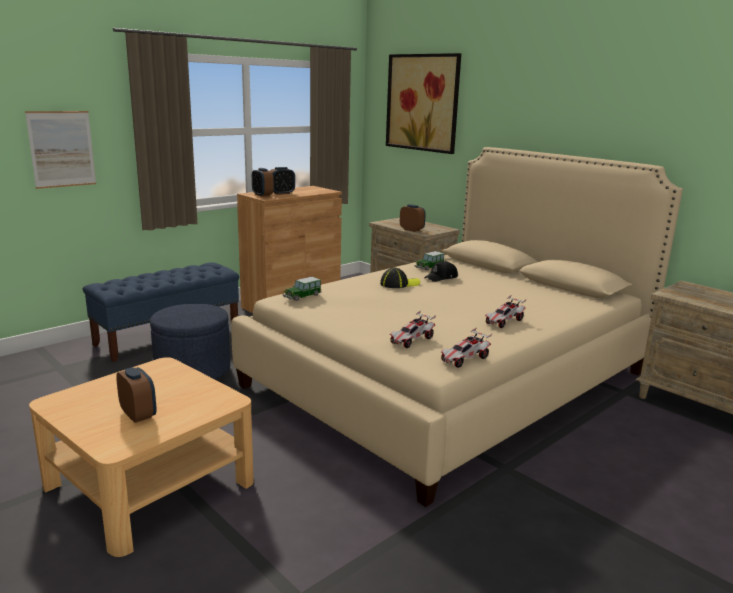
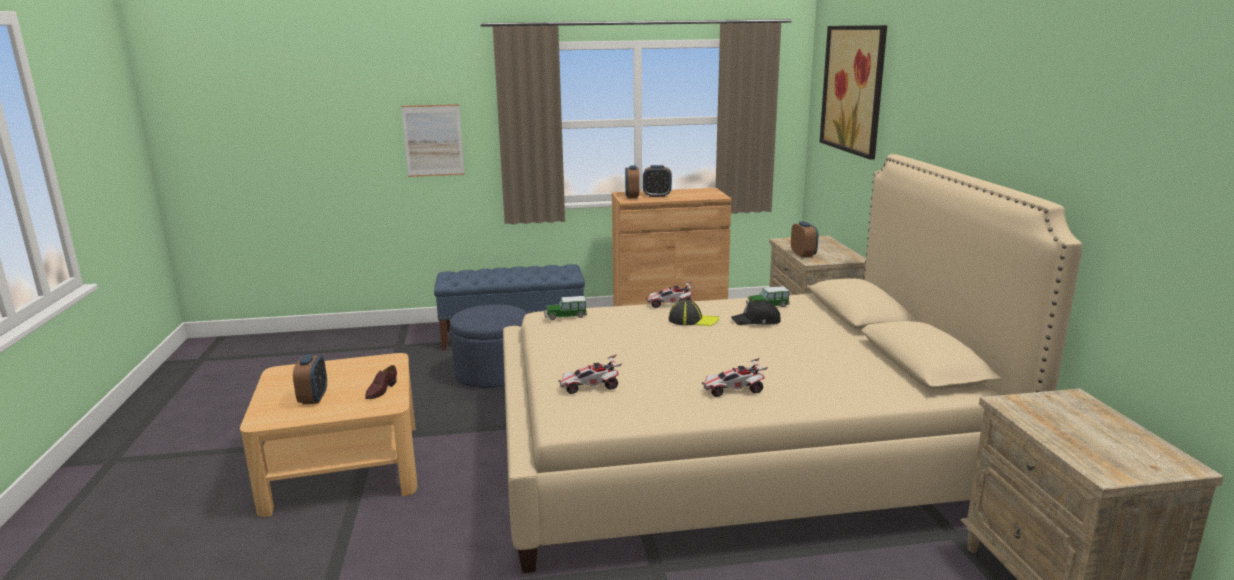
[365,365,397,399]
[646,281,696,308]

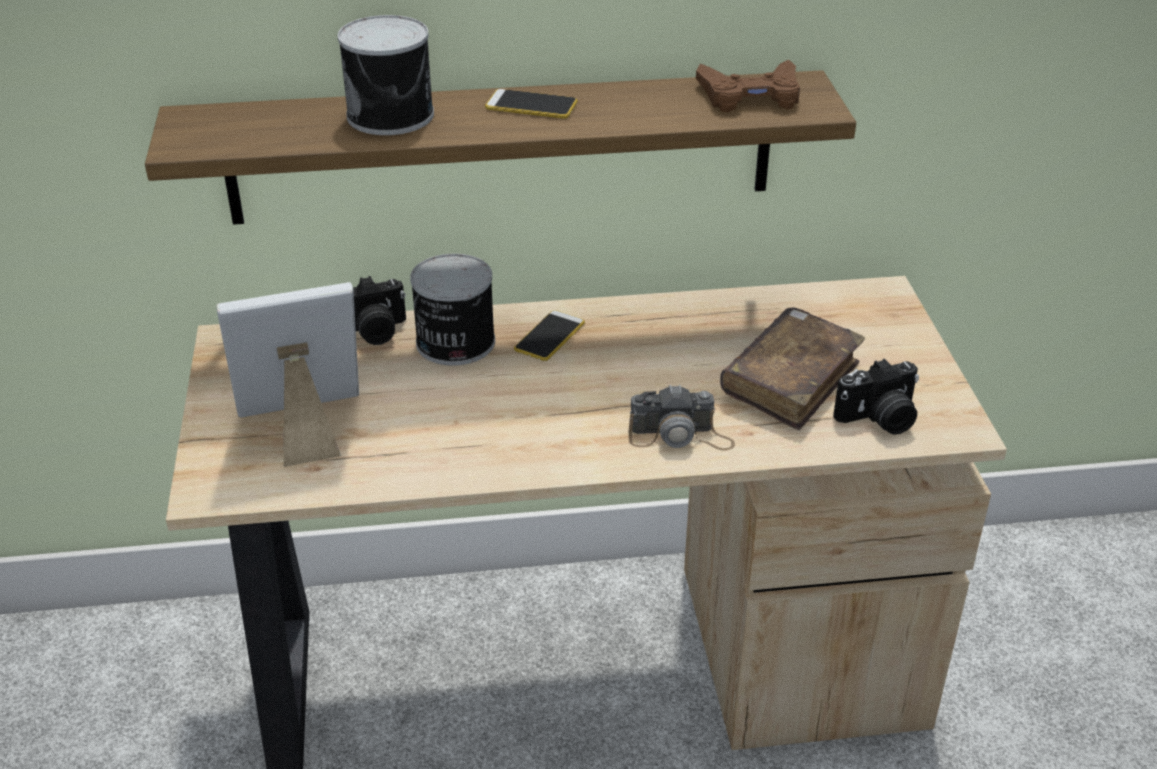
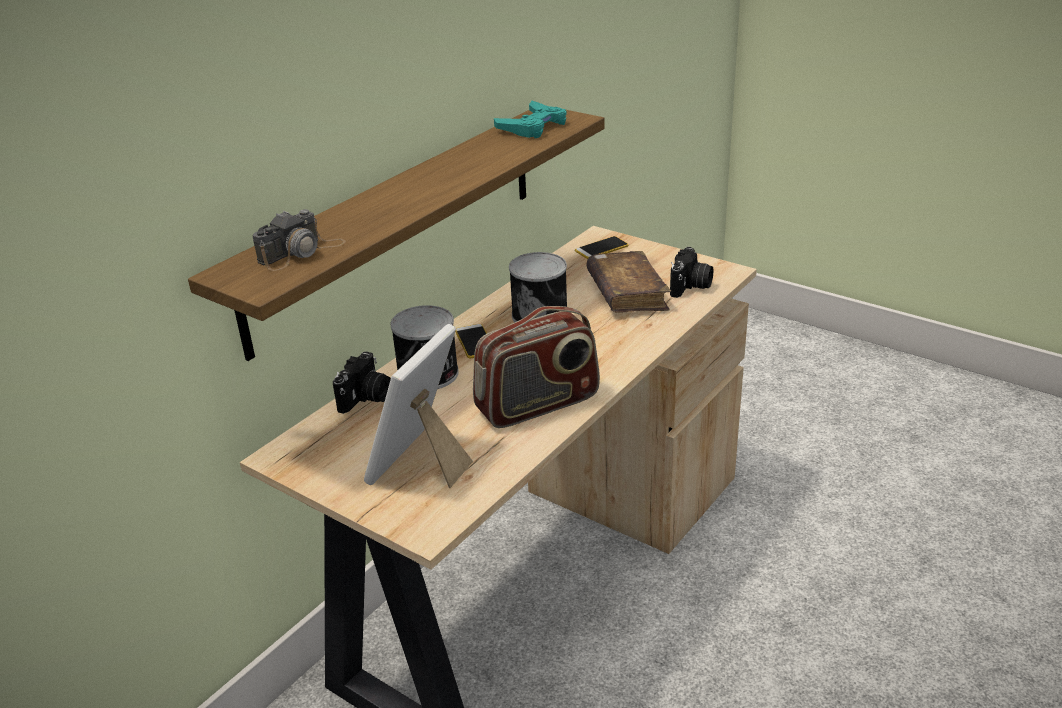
[473,306,600,428]
[509,252,567,323]
[575,236,628,259]
[252,209,346,271]
[494,101,567,138]

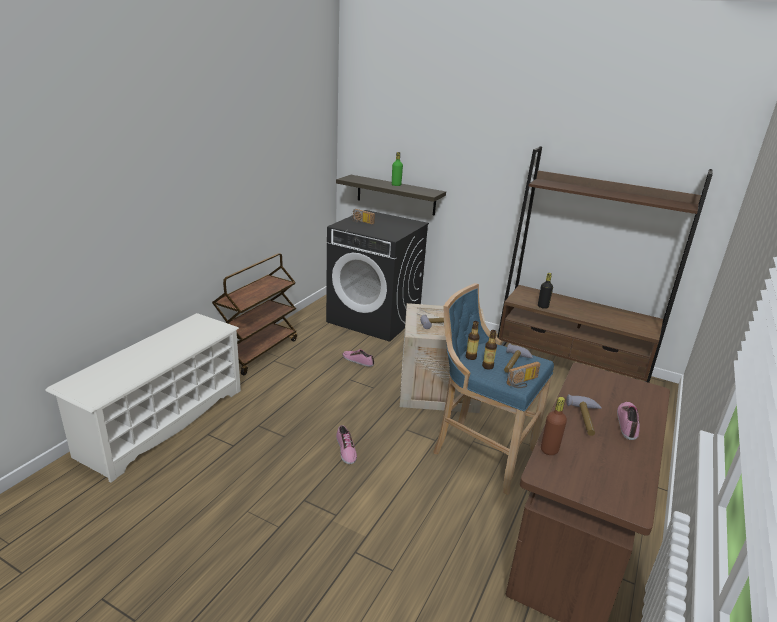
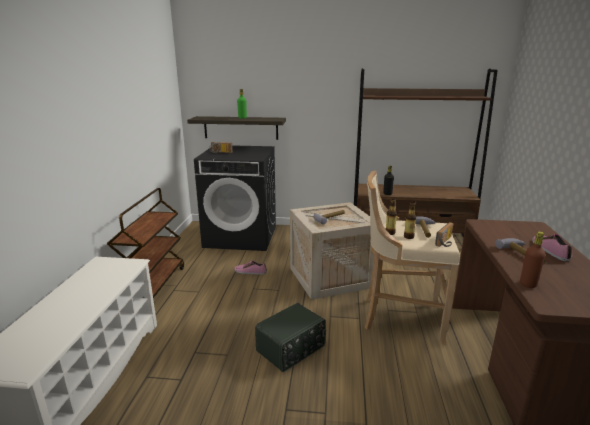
[255,303,326,372]
[365,171,460,345]

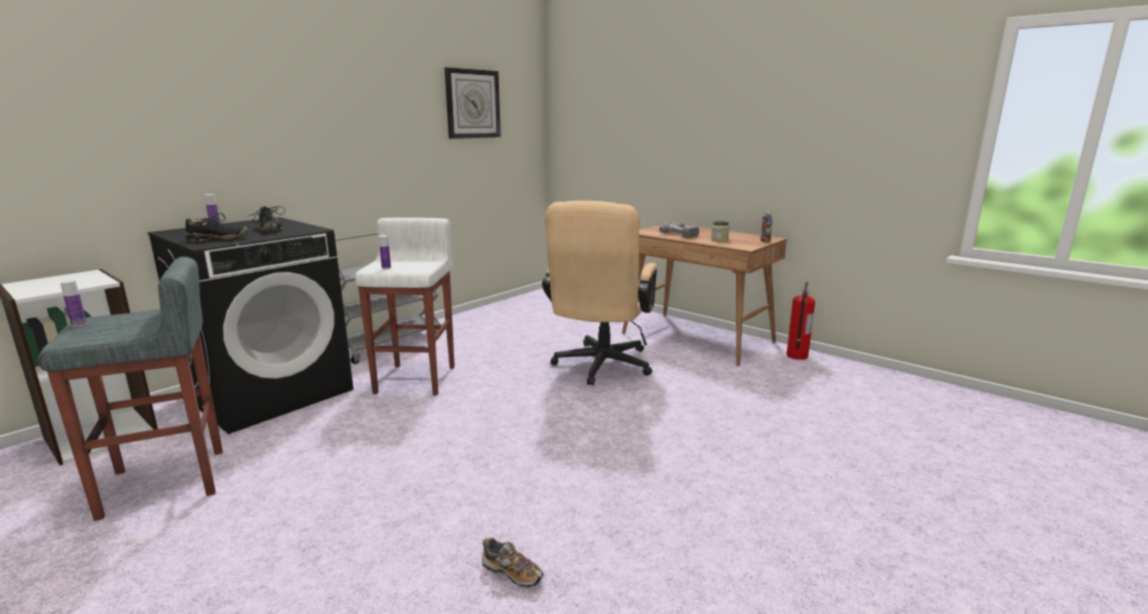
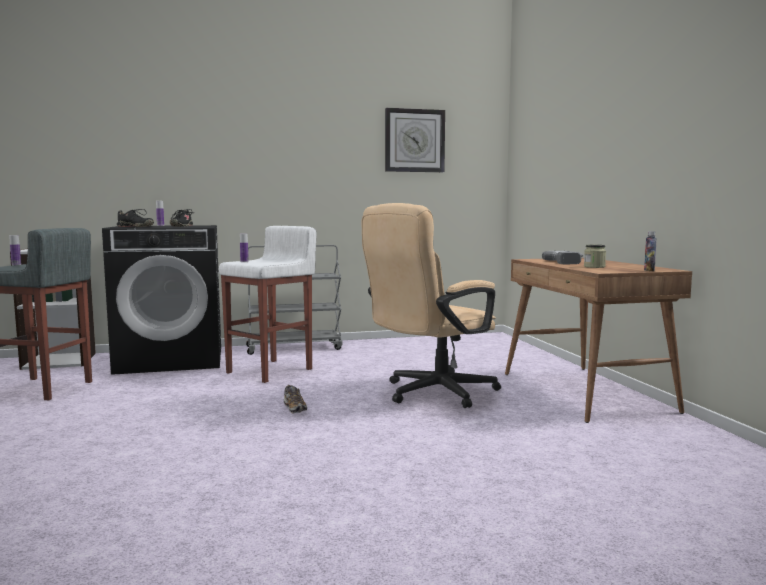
[787,282,815,360] (first image)
[284,385,307,414]

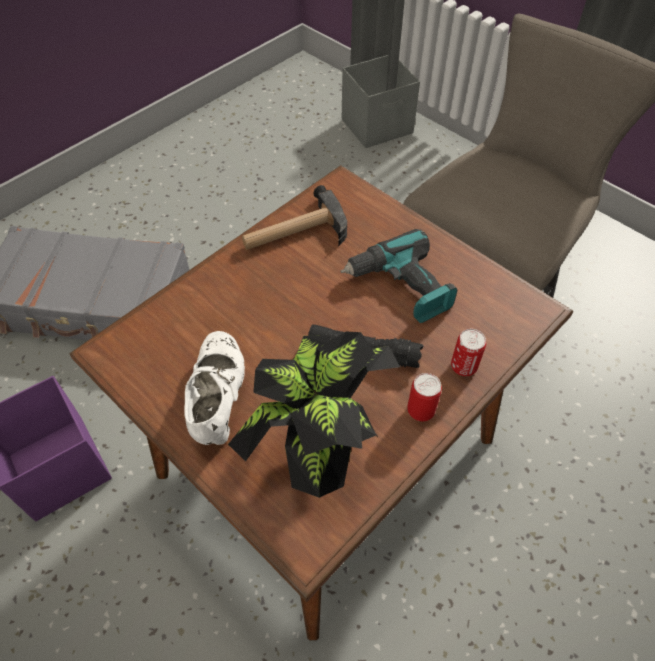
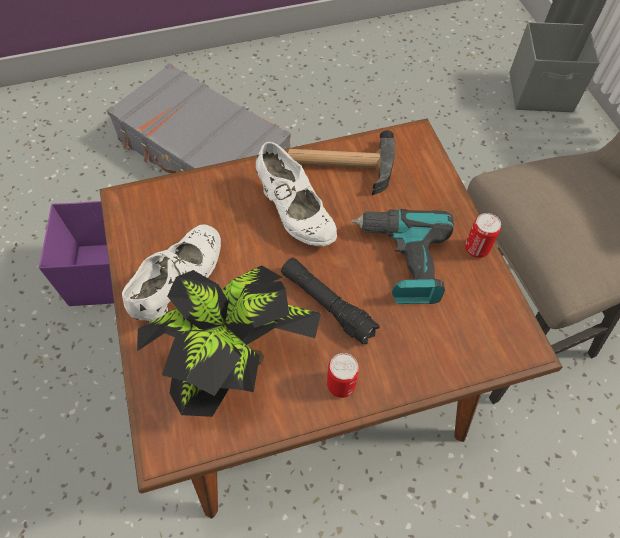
[256,142,337,246]
[465,213,501,258]

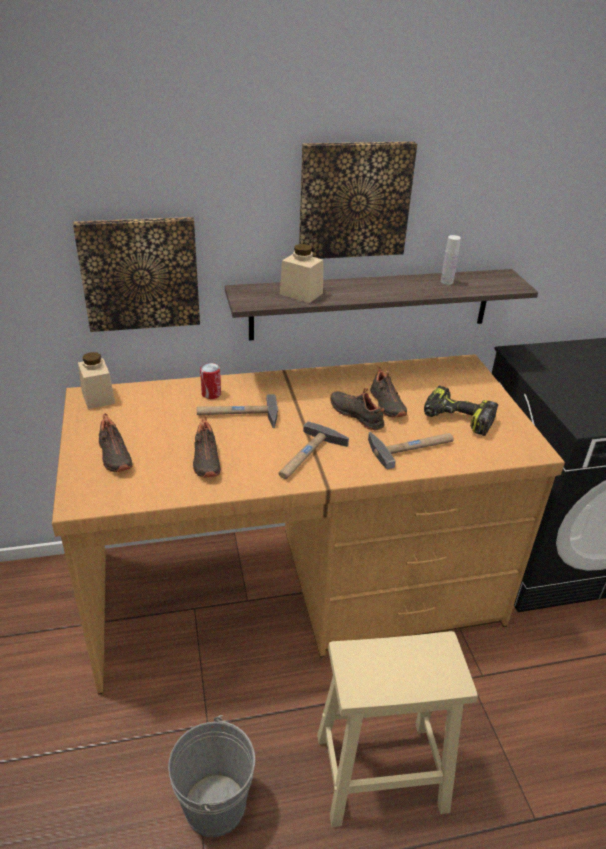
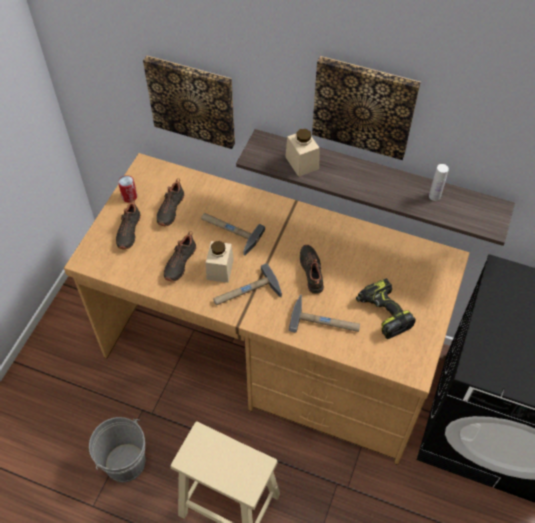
[206,241,234,283]
[118,175,137,203]
[156,178,184,226]

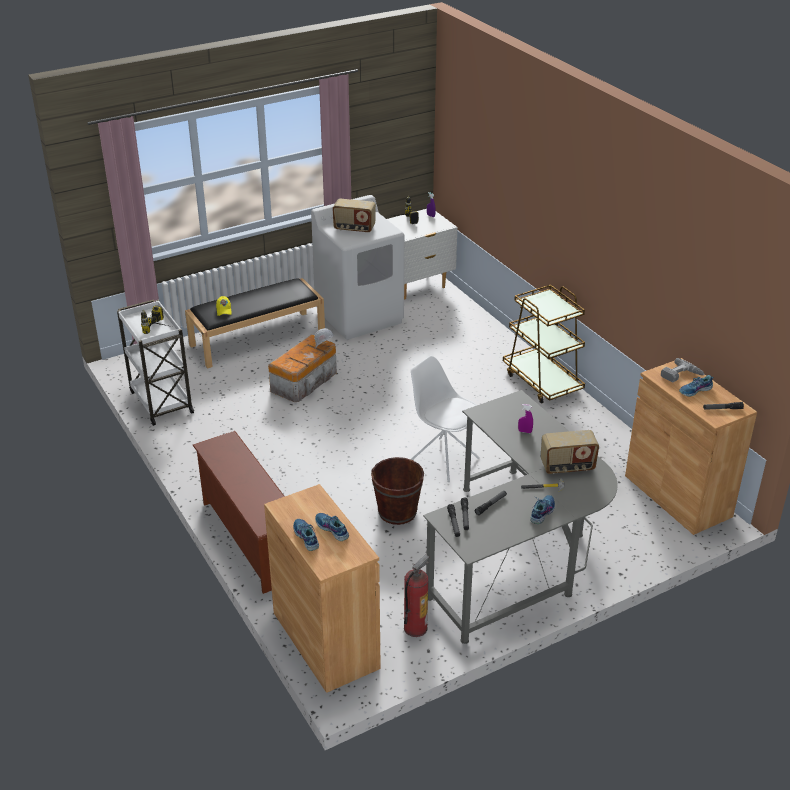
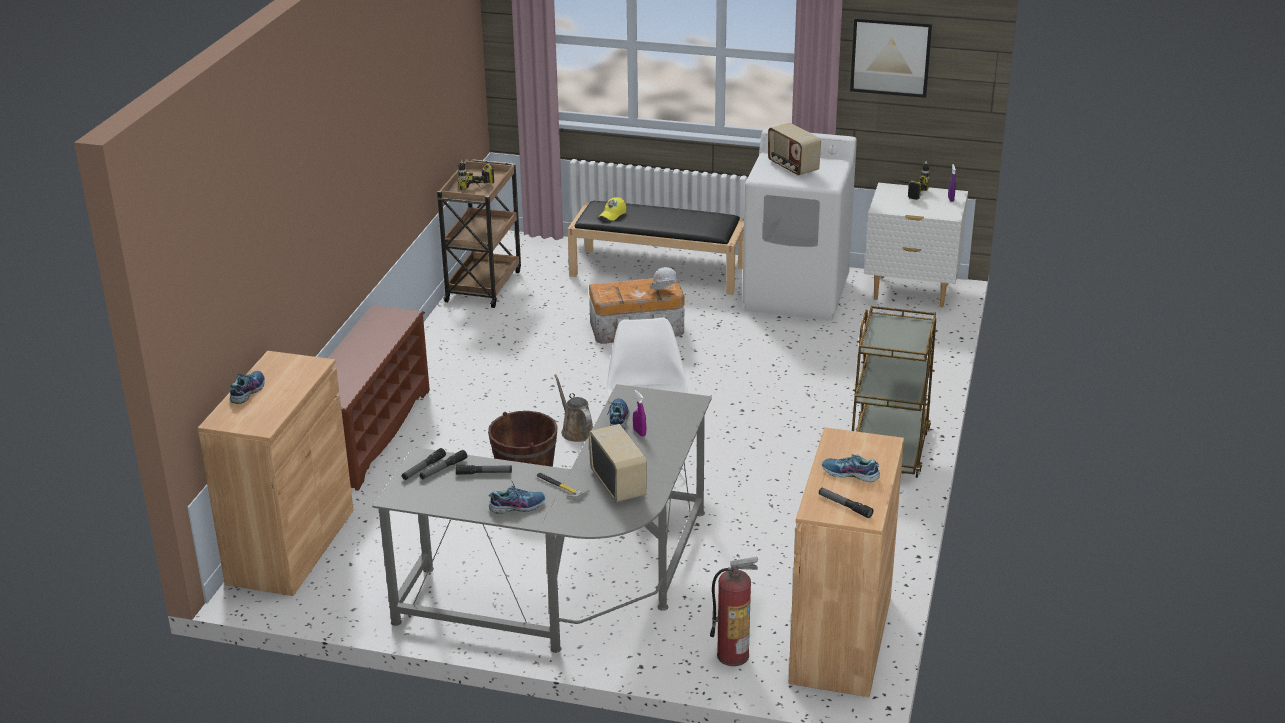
[661,358,705,382] (first image)
[554,374,593,442]
[850,18,932,98]
[606,398,630,429]
[710,557,758,666]
[437,159,521,308]
[589,424,647,502]

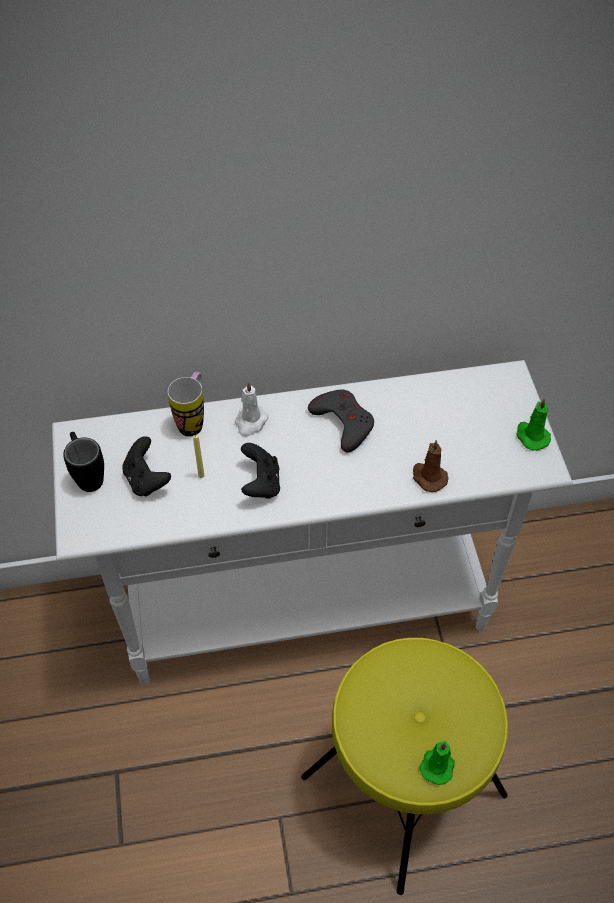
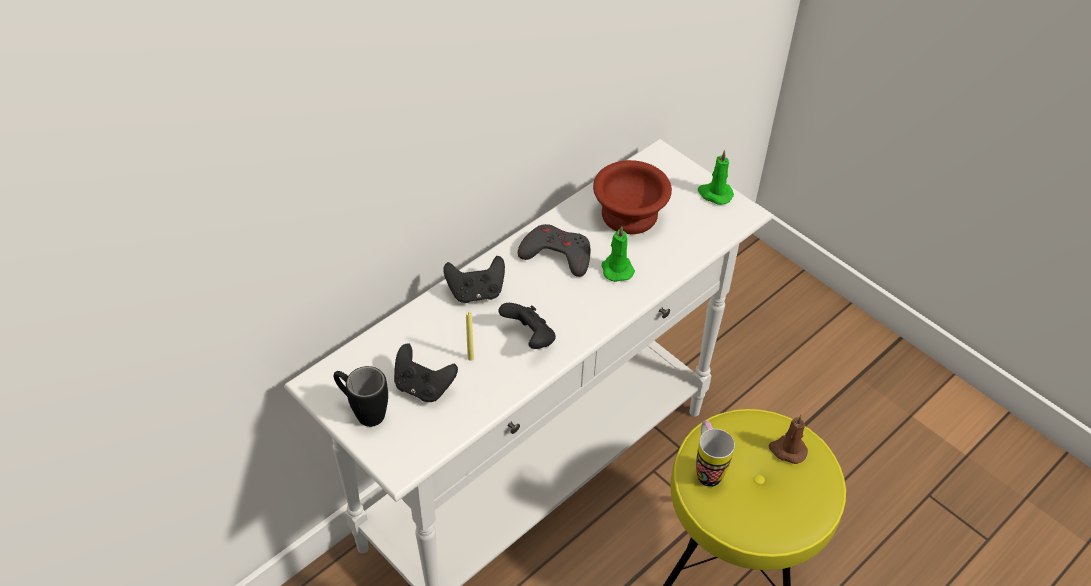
[593,160,672,234]
[696,421,735,487]
[769,415,808,464]
[602,226,635,282]
[443,256,505,303]

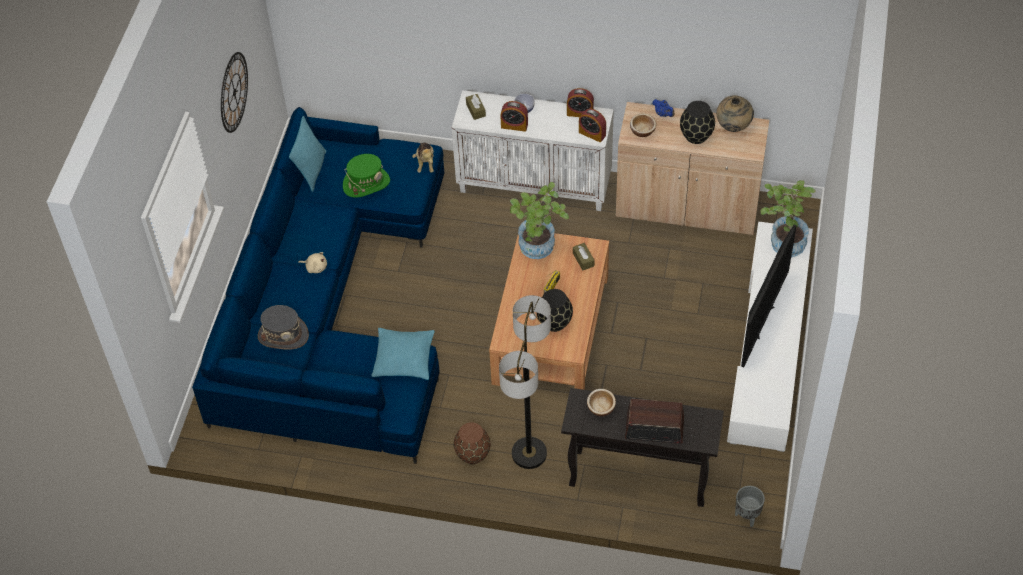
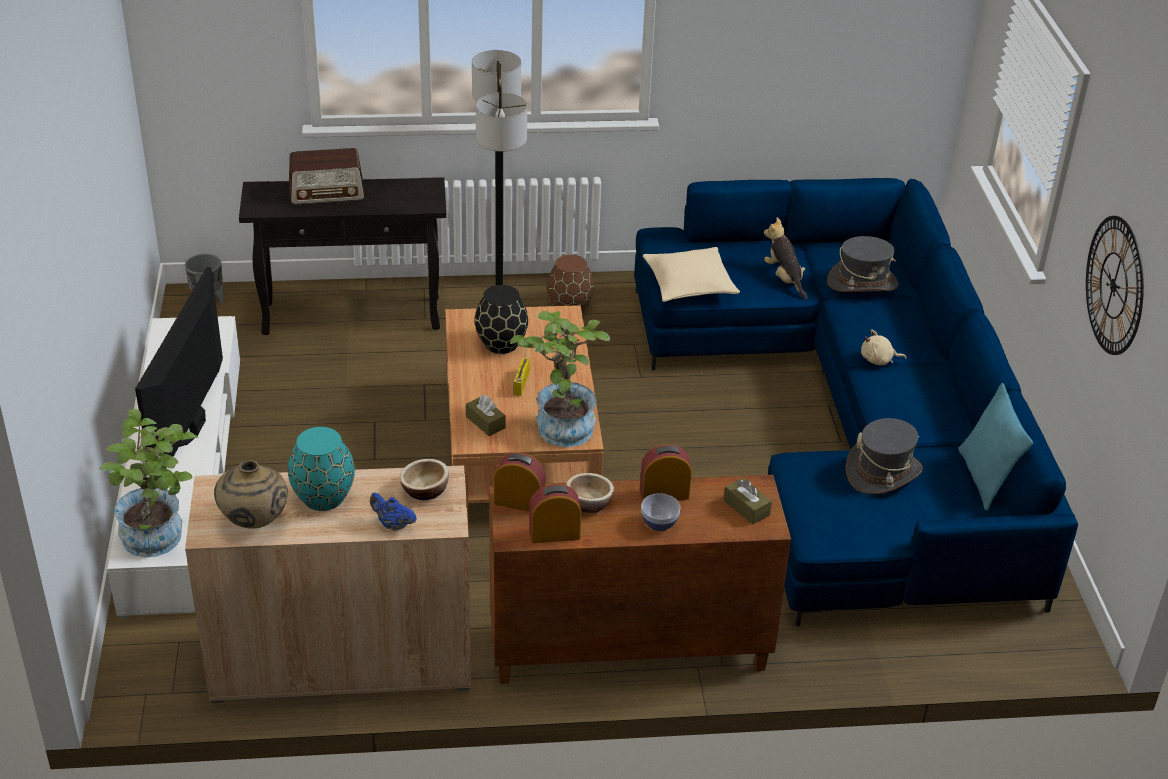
[764,217,808,299]
[566,473,614,513]
[846,418,923,494]
[643,247,740,302]
[489,475,791,684]
[288,427,355,511]

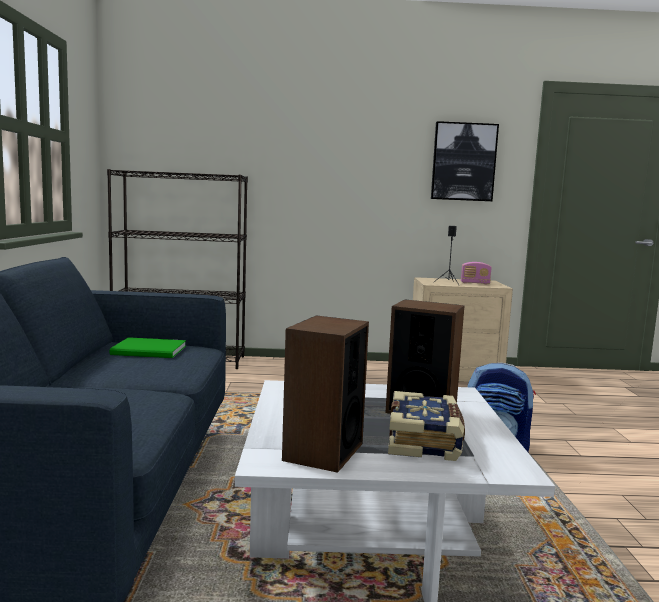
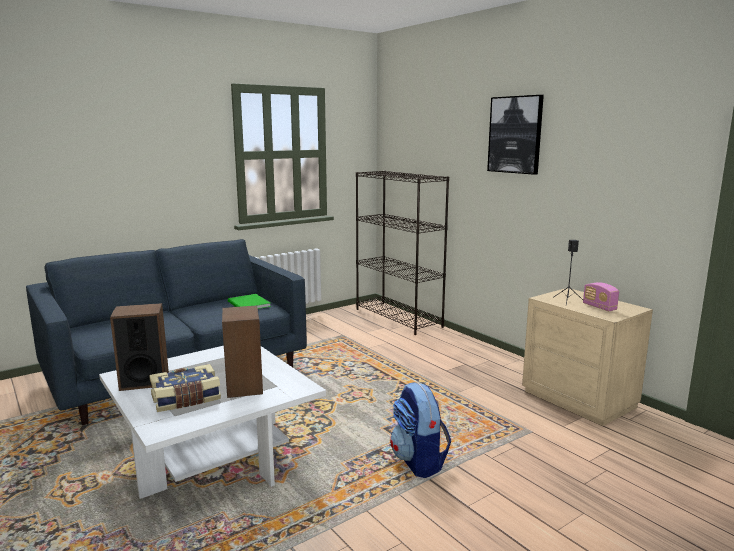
[487,95,544,175]

